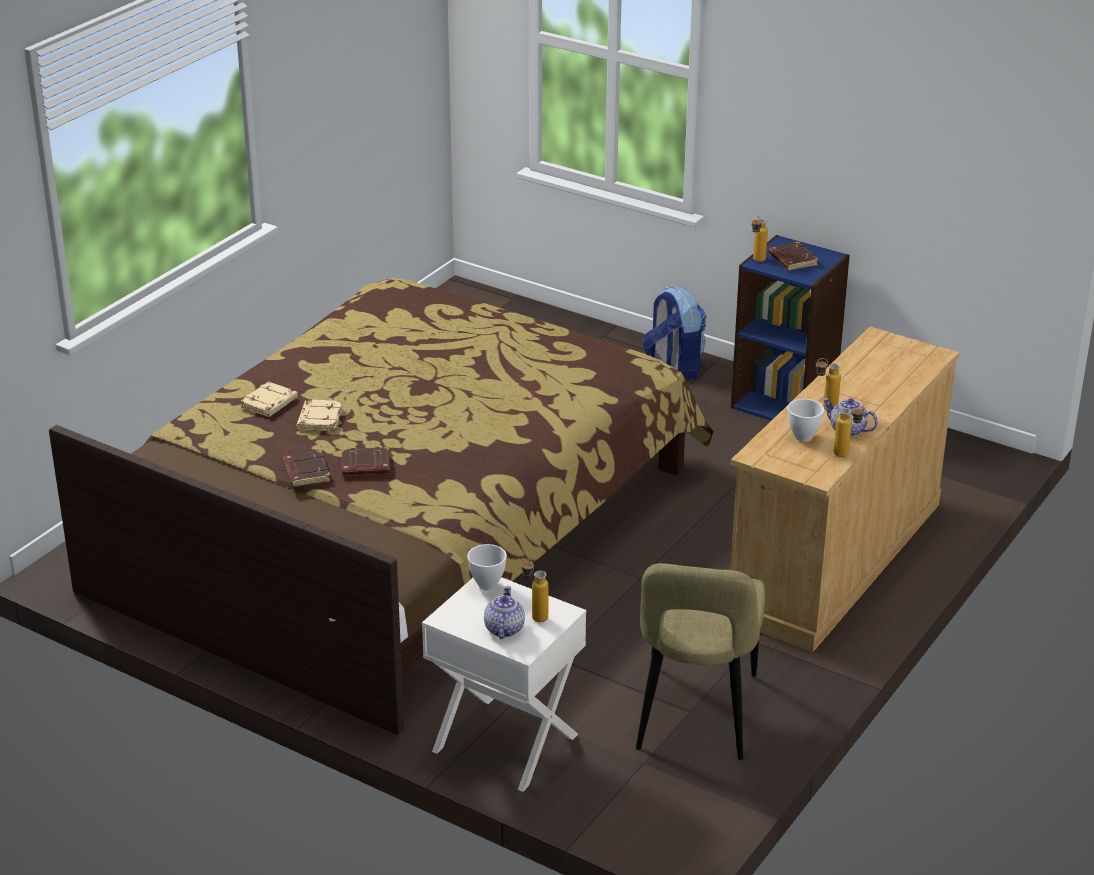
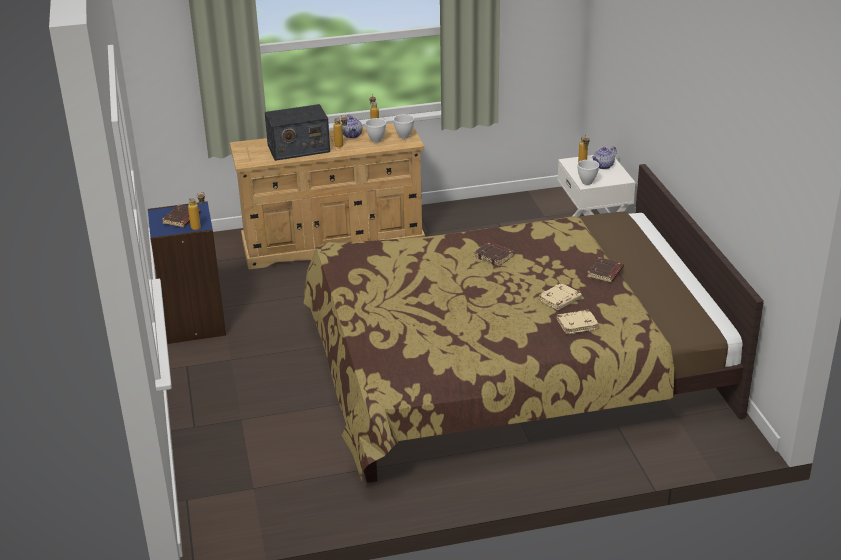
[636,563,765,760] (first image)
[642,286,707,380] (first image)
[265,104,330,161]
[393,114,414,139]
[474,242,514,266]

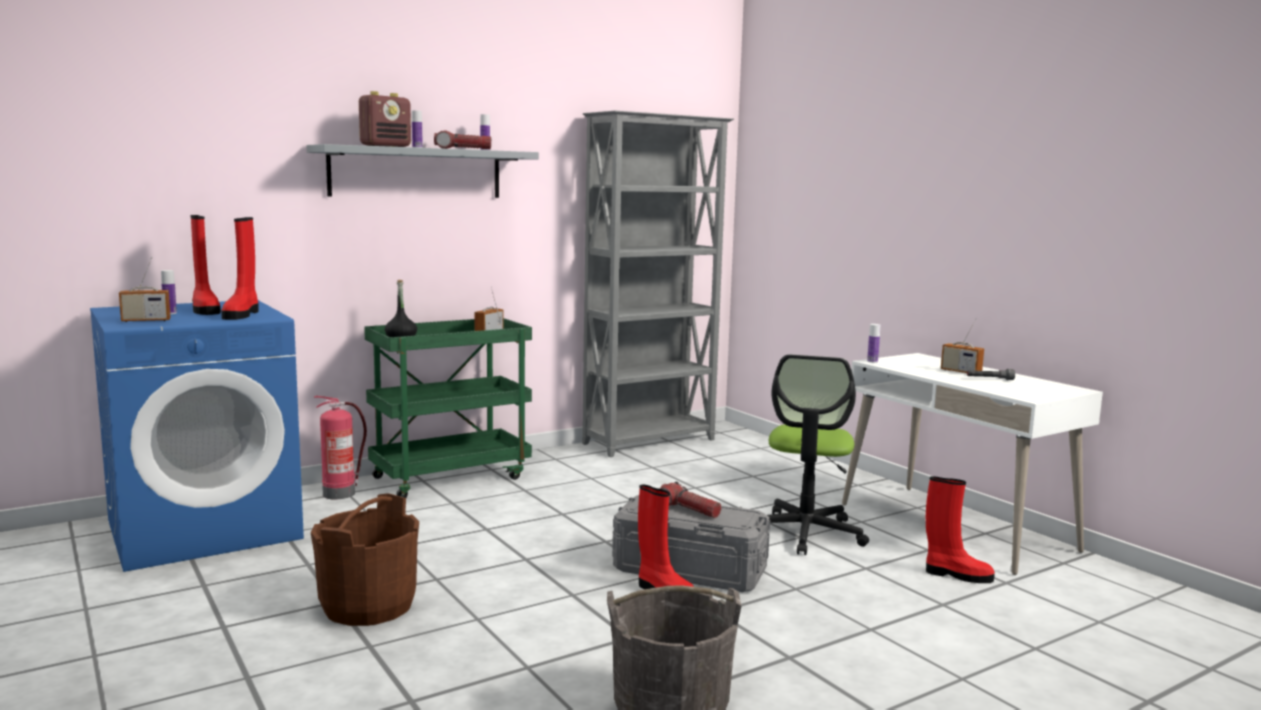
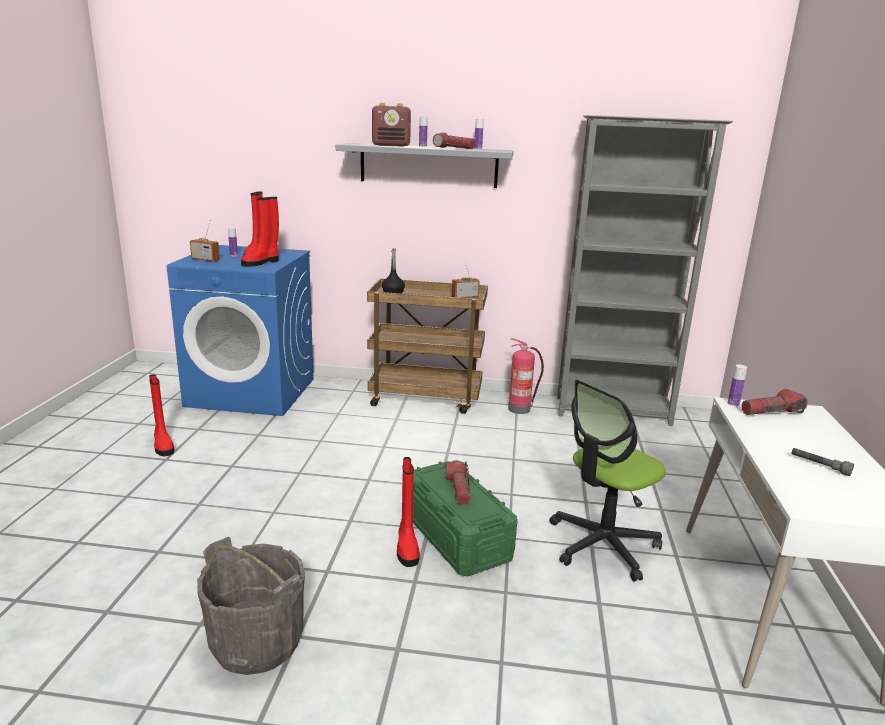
[311,493,419,626] (first image)
[941,318,984,373] (first image)
[741,389,808,415]
[508,338,544,414]
[149,374,174,456]
[367,278,488,414]
[413,461,518,577]

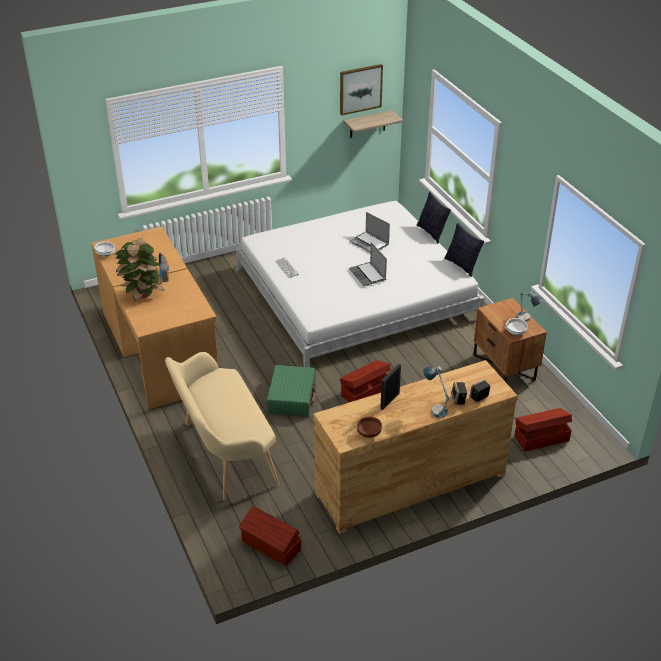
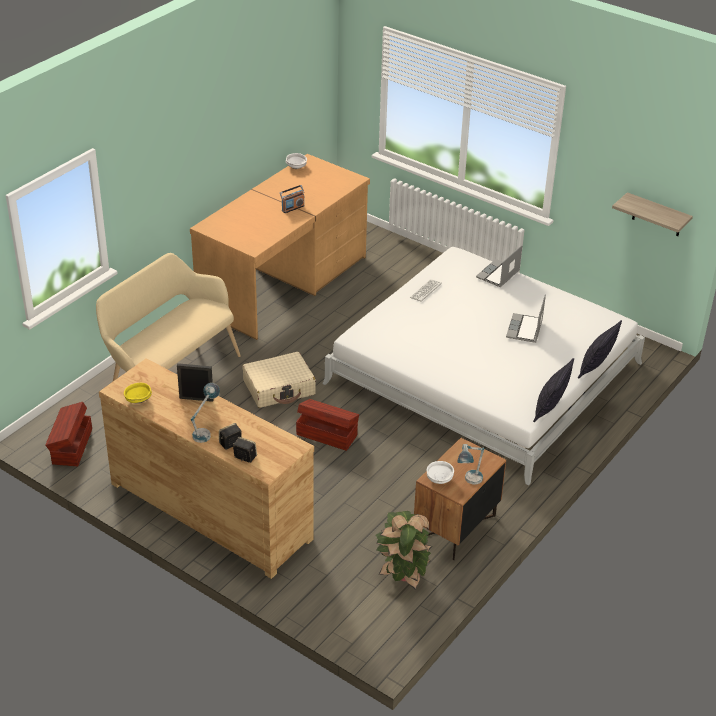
[340,64,383,116] (first image)
[514,408,572,452] (first image)
[376,511,432,590]
[476,245,522,287]
[242,352,316,408]
[124,383,152,404]

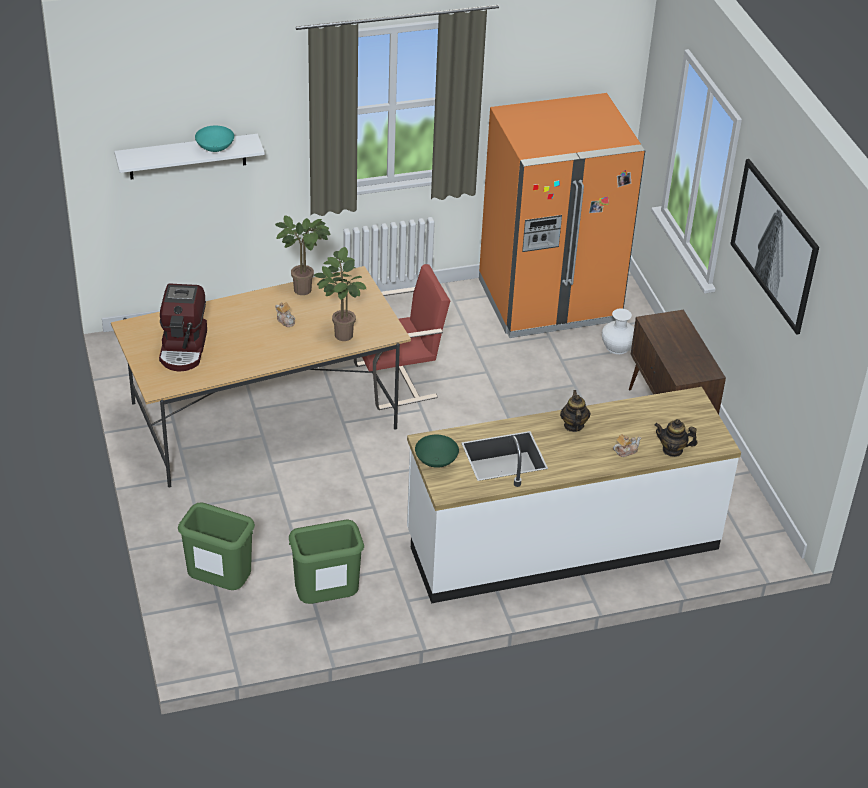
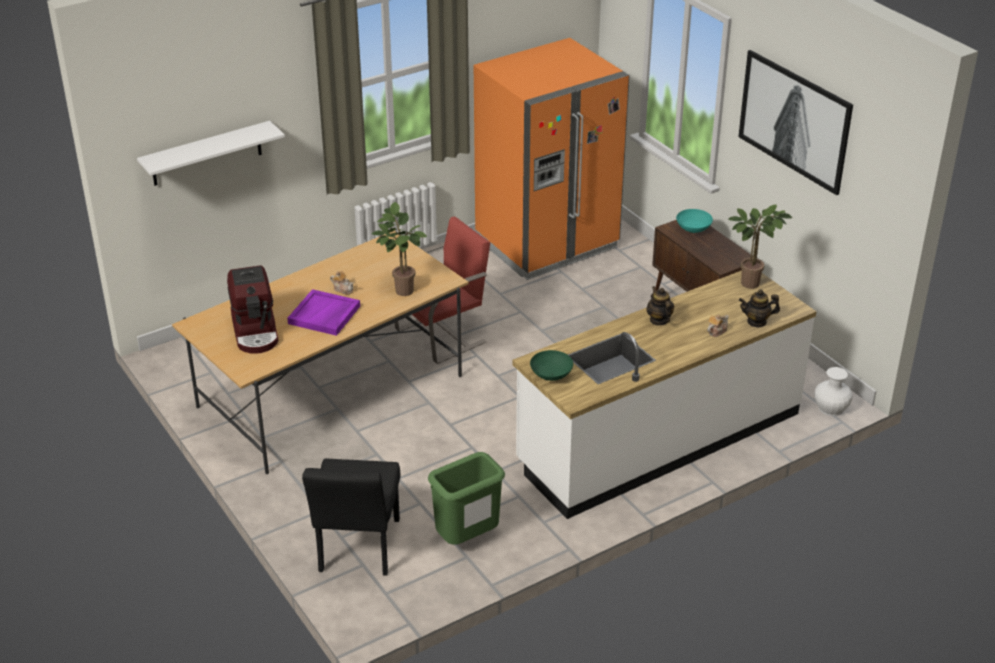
[287,289,360,336]
[676,209,713,233]
[728,205,793,289]
[814,367,853,416]
[302,458,400,576]

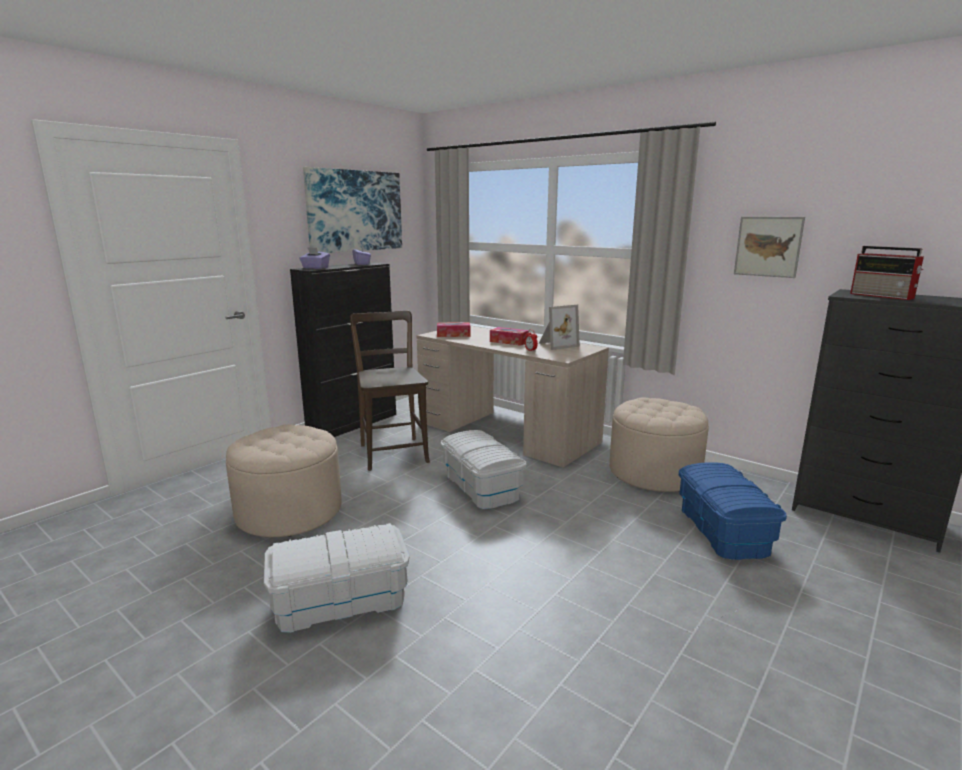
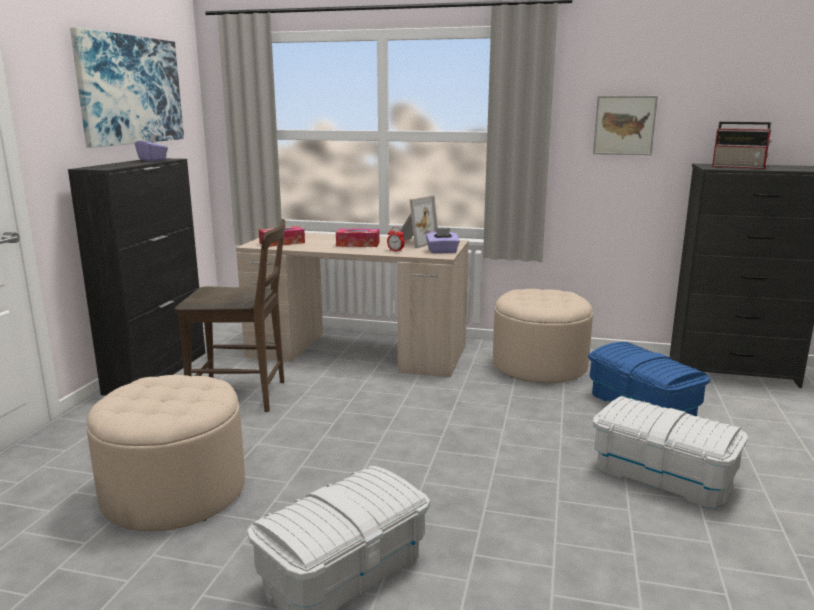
[426,228,460,253]
[593,396,748,508]
[175,219,285,412]

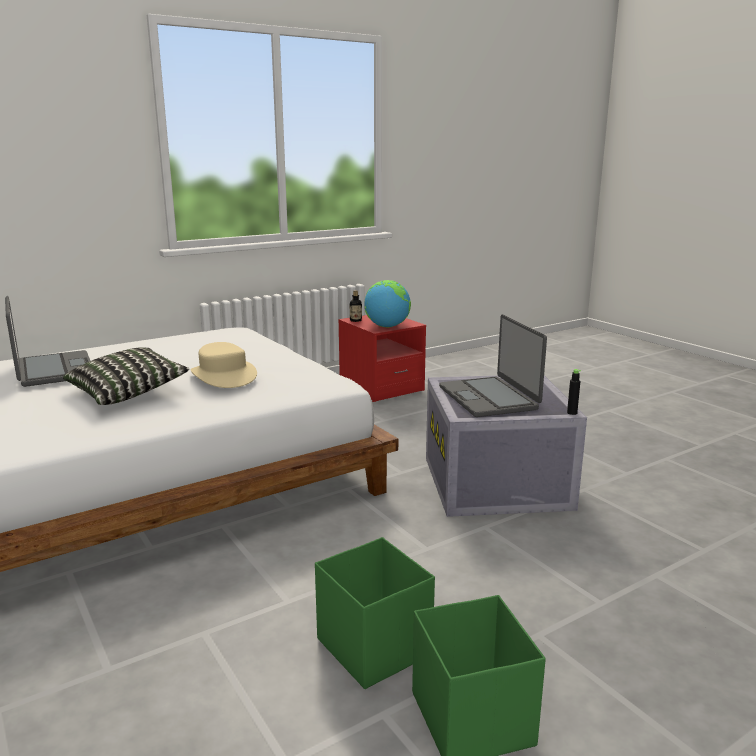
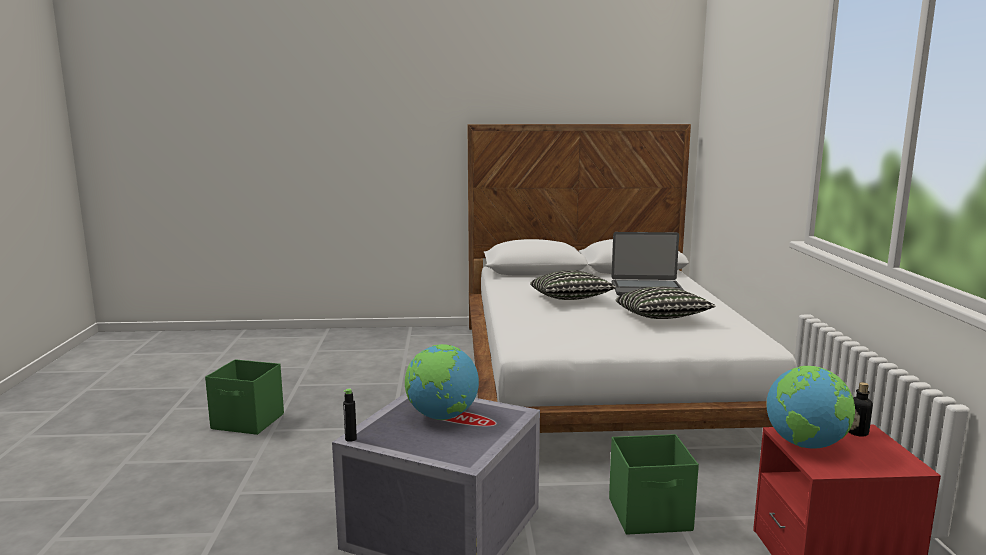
[191,342,257,388] (first image)
[616,286,716,319]
[609,434,699,535]
[405,344,479,420]

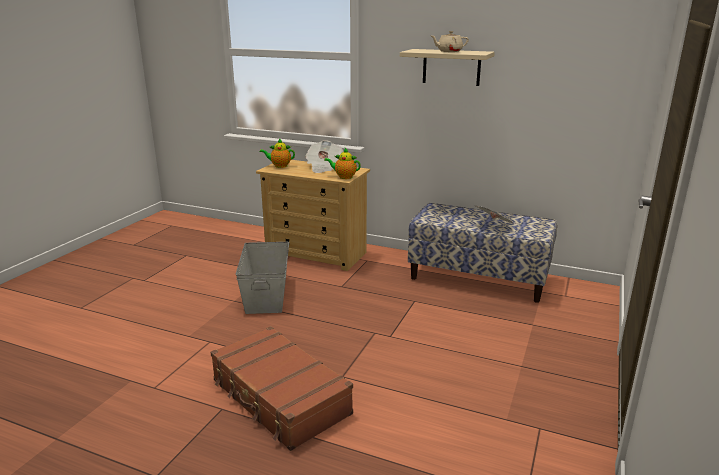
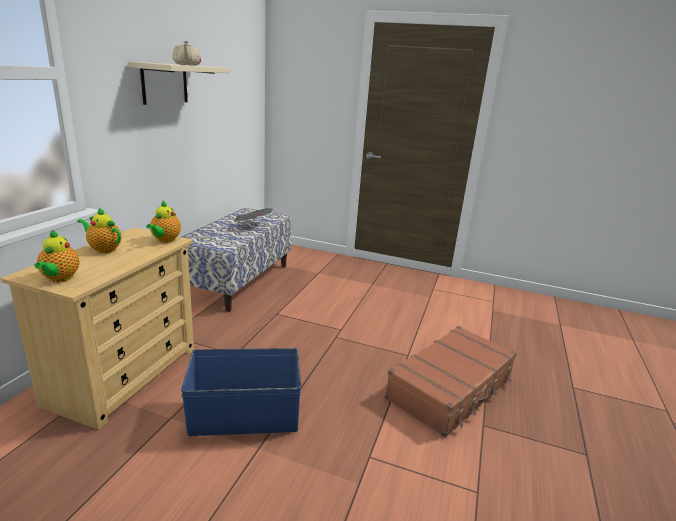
[77,207,121,253]
[181,348,301,436]

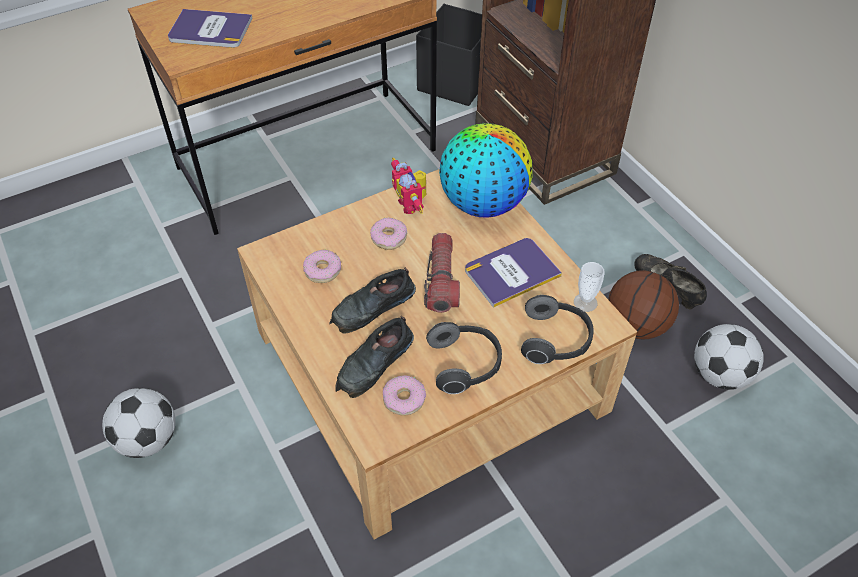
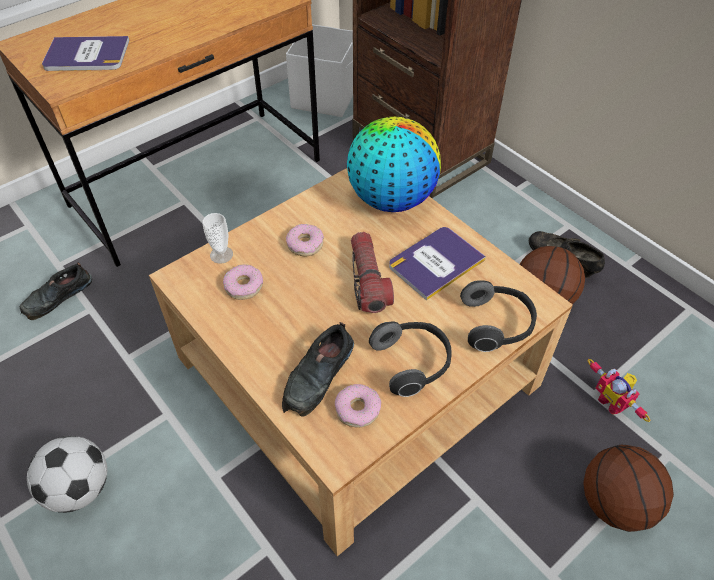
[694,324,764,390] (first image)
[584,445,674,532]
[20,262,92,320]
[587,359,651,422]
[202,213,233,264]
[286,25,353,117]

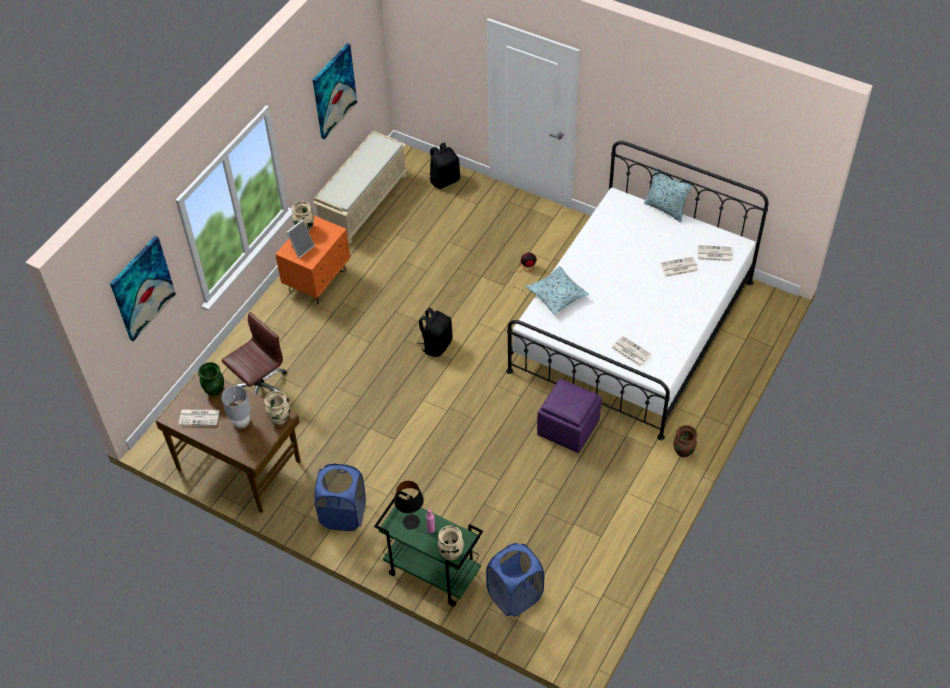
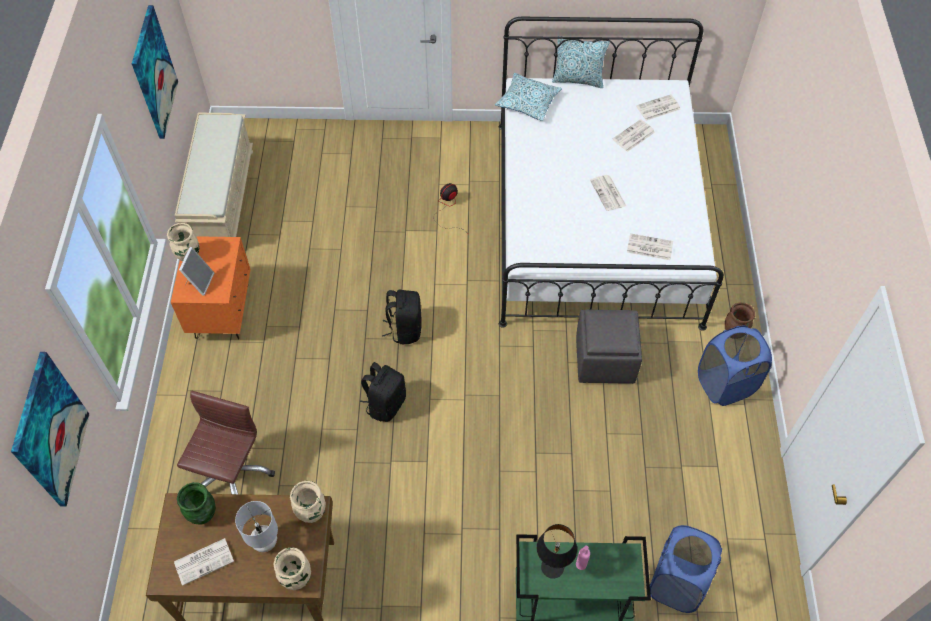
[590,175,626,211]
[698,325,772,406]
[360,362,406,422]
[274,547,311,590]
[495,73,562,121]
[576,309,642,384]

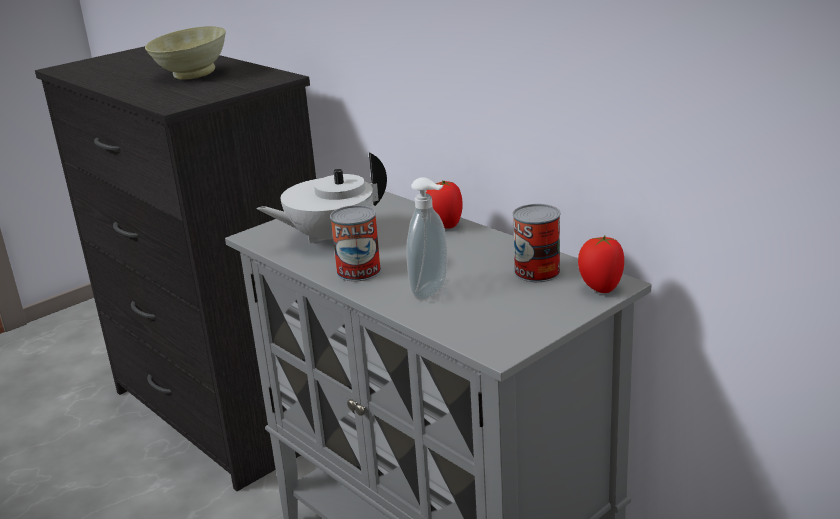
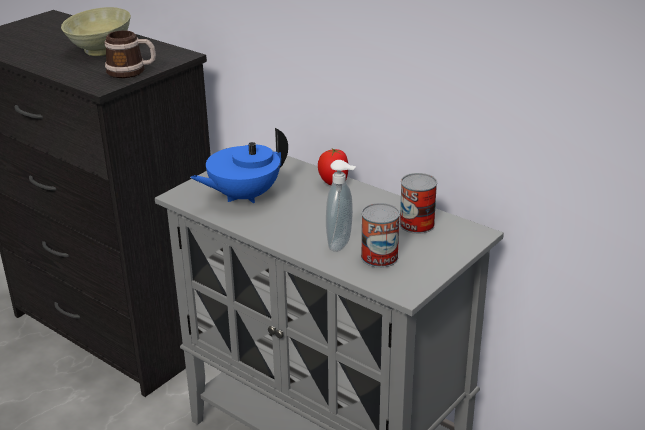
[578,236,624,293] (first image)
[105,30,156,78]
[361,203,400,268]
[190,128,288,203]

